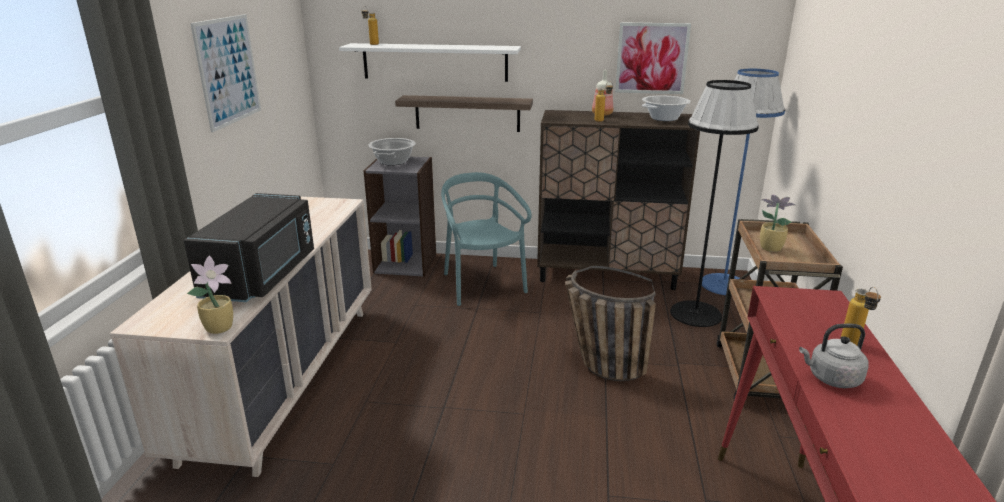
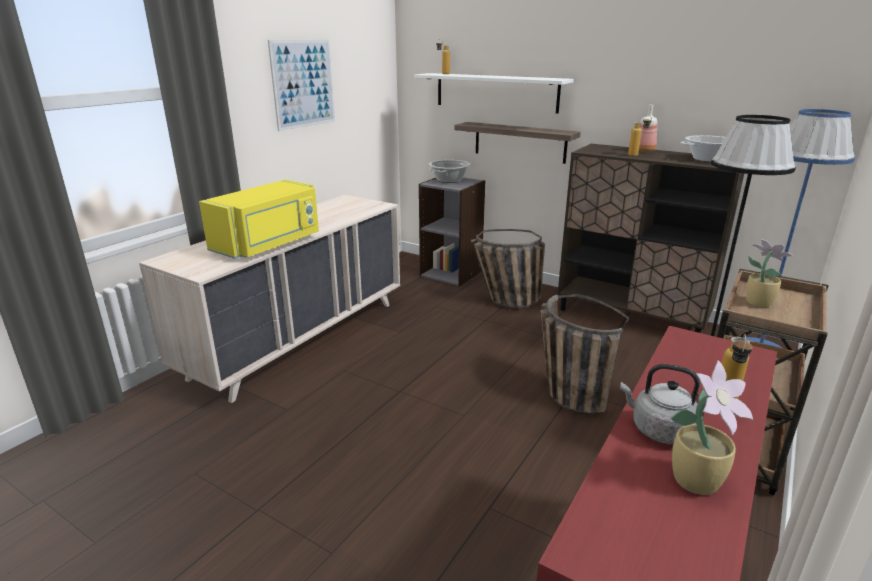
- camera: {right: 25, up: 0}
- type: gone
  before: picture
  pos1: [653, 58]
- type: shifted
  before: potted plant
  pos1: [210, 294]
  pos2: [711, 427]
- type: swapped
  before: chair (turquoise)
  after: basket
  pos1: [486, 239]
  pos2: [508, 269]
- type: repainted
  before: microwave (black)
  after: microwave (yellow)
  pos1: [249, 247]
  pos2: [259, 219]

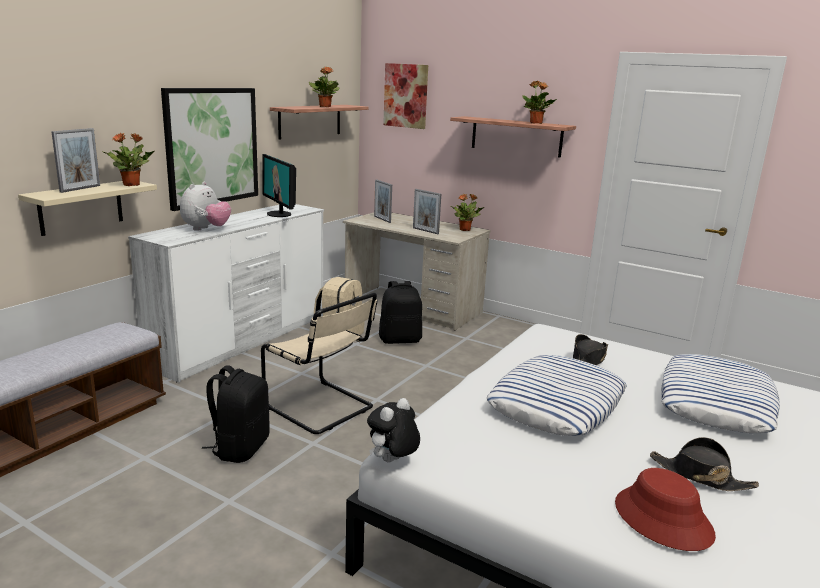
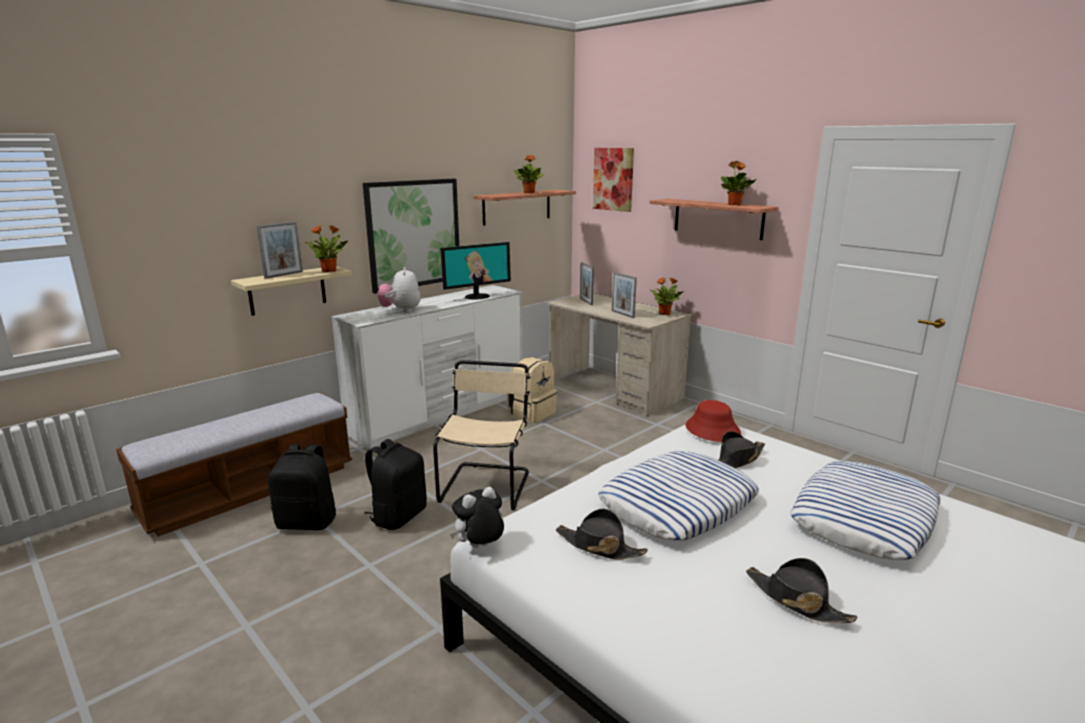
- camera: {right: 15, up: 0}
- type: new
  after: hat (black)
  pos2: [602, 534]
- type: shifted
  before: backpack (black)
  pos1: [400, 312]
  pos2: [302, 487]
- type: shifted
  before: hat (red)
  pos1: [665, 509]
  pos2: [713, 421]
- type: rotated
  before: plush toy
  pos1: [205, 206]
  pos2: [399, 290]
  turn: 135
- type: rotated
  before: chair (beige)
  pos1: [319, 363]
  pos2: [482, 435]
  turn: -135
- type: rotated
  before: monitor
  pos1: [279, 185]
  pos2: [475, 271]
  turn: -105

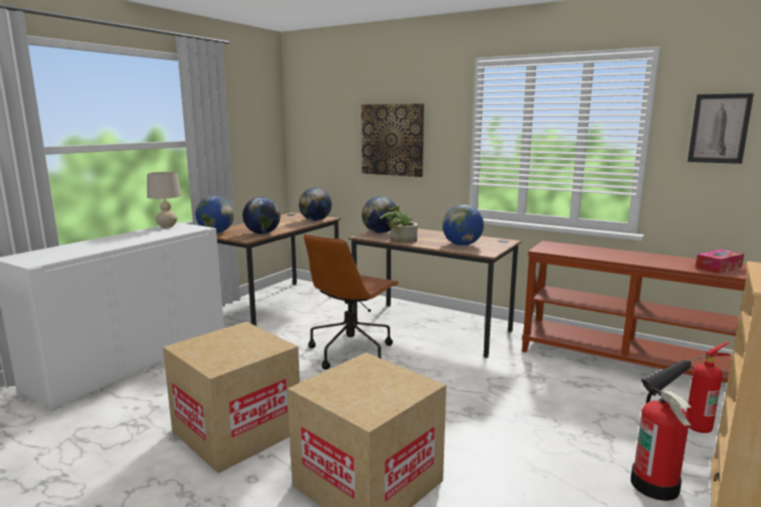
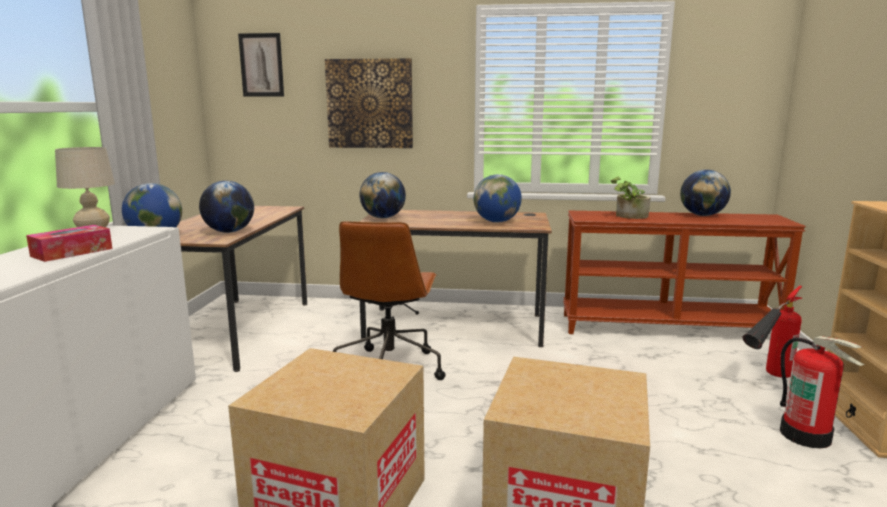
- camera: {right: -25, up: 0}
- type: shifted
  before: globe
  pos1: [315, 204]
  pos2: [705, 193]
- type: shifted
  before: potted plant
  pos1: [399, 224]
  pos2: [631, 197]
- type: shifted
  before: picture
  pos1: [721, 128]
  pos2: [261, 65]
- type: shifted
  before: tissue box
  pos1: [719, 261]
  pos2: [69, 243]

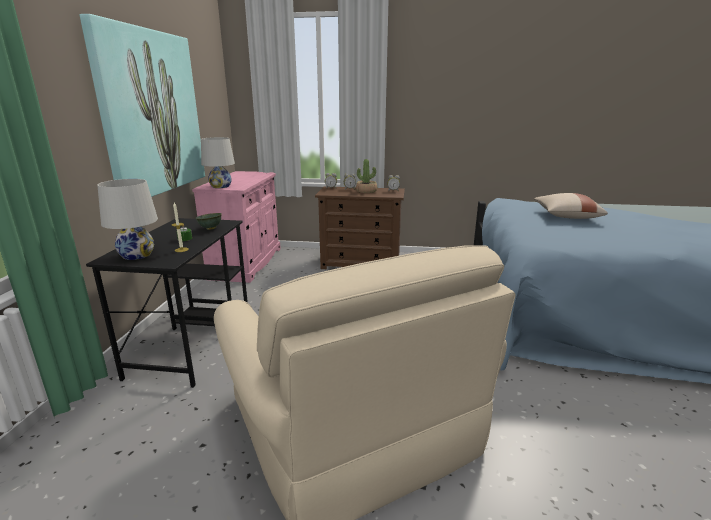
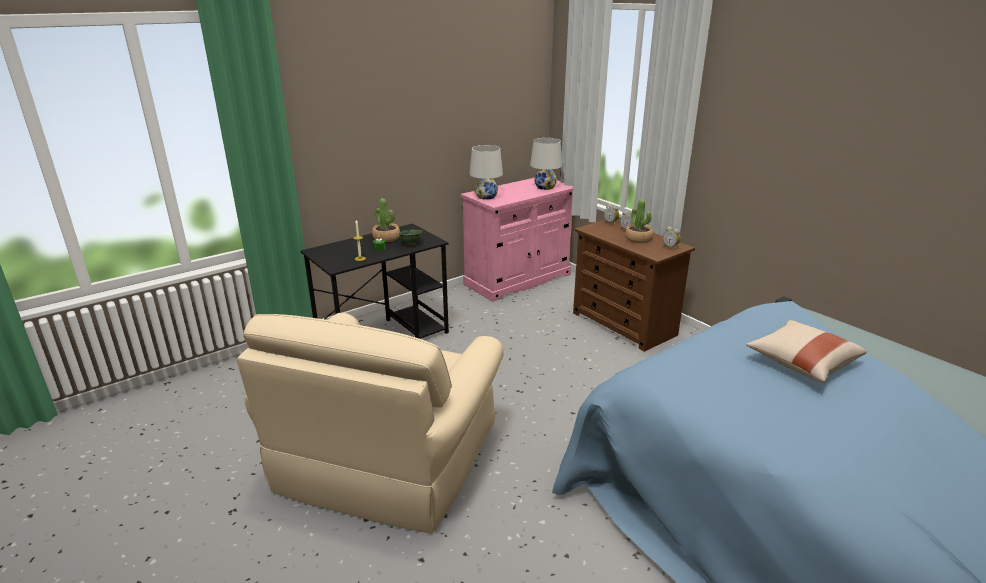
- camera: {right: 45, up: 5}
- type: gone
  before: picture
  pos1: [142, 105]
- type: new
  after: potted plant
  pos2: [386, 220]
- type: shifted
  before: table lamp (white)
  pos1: [127, 219]
  pos2: [546, 164]

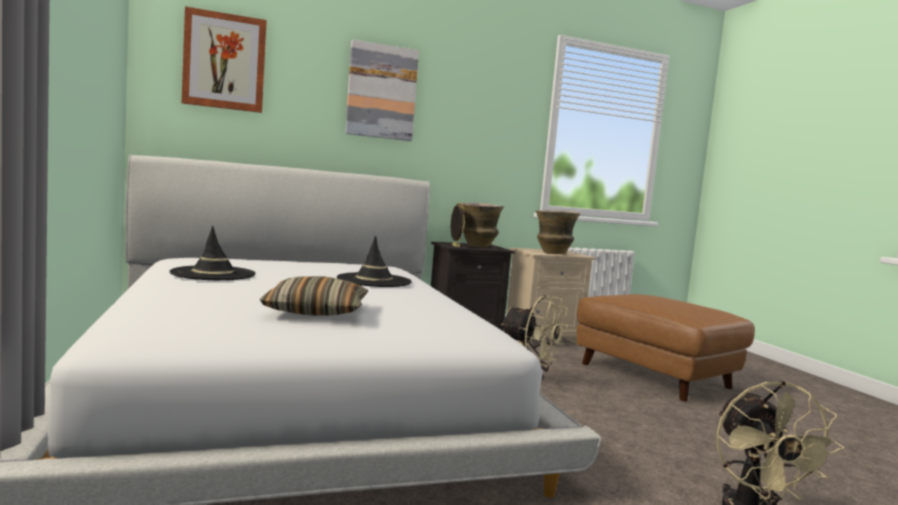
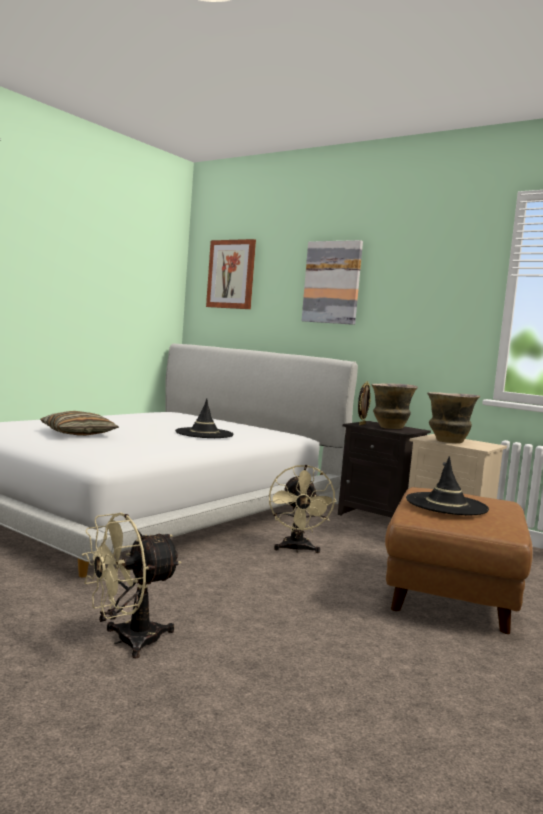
- camera: {right: 55, up: 0}
- type: shifted
  before: hat (black)
  pos1: [212, 253]
  pos2: [447, 485]

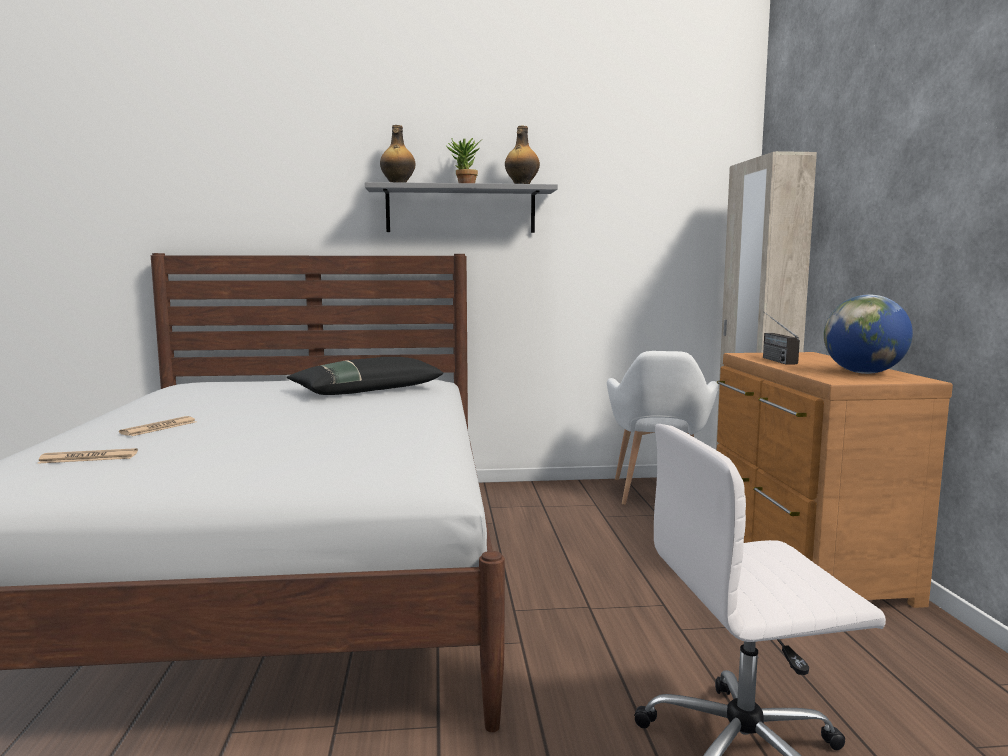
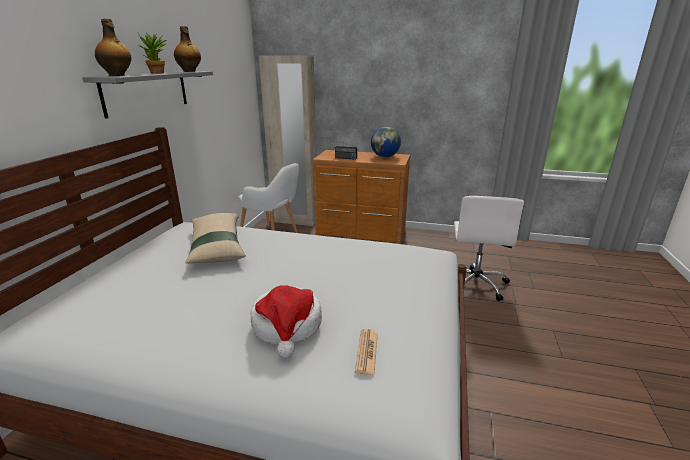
- camera: {right: -70, up: 15}
- type: swapped
  before: newspaper
  after: hat
  pos1: [157, 426]
  pos2: [286, 321]
- type: repainted
  before: pillow (black)
  after: pillow (beige)
  pos1: [365, 376]
  pos2: [215, 238]

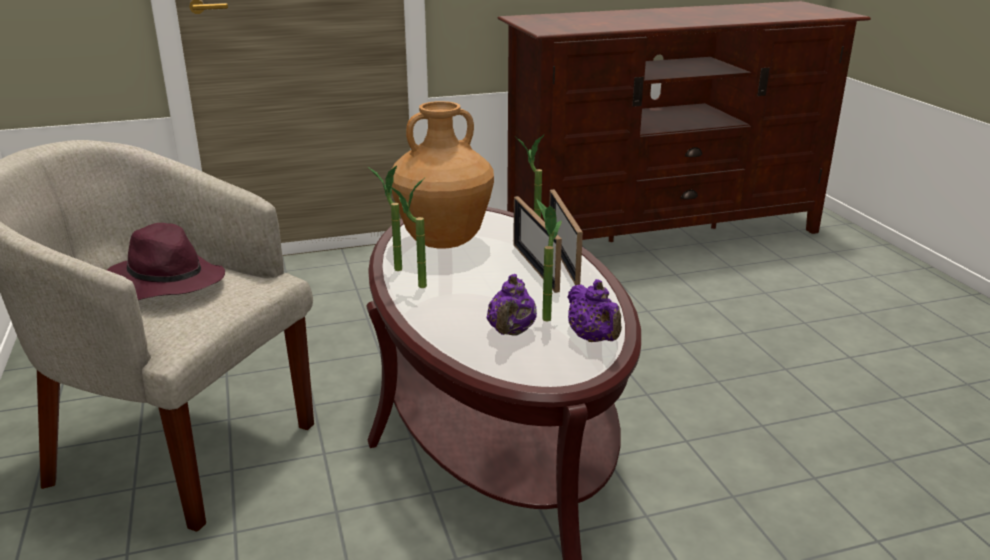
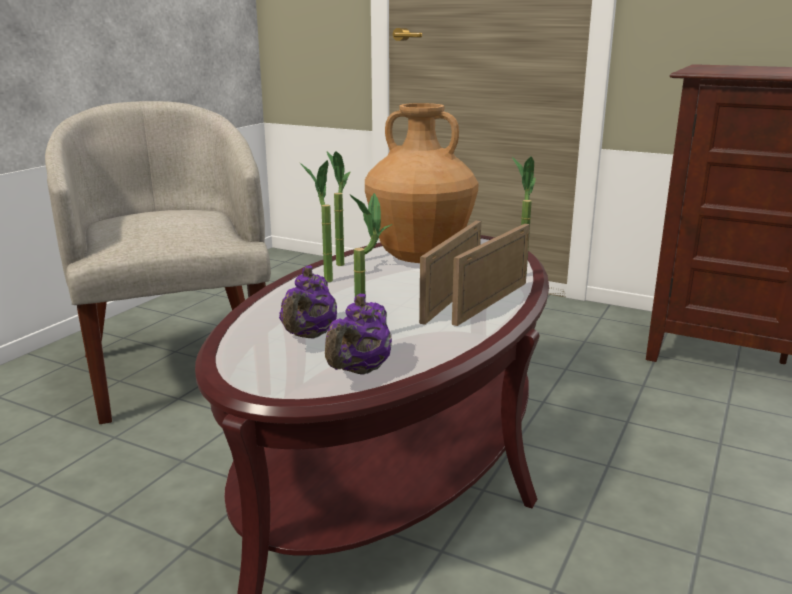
- camera: {right: 45, up: -5}
- type: gone
  before: hat (purple)
  pos1: [166, 261]
- type: rotated
  before: teapot (purple)
  pos1: [511, 305]
  pos2: [308, 302]
  turn: -45

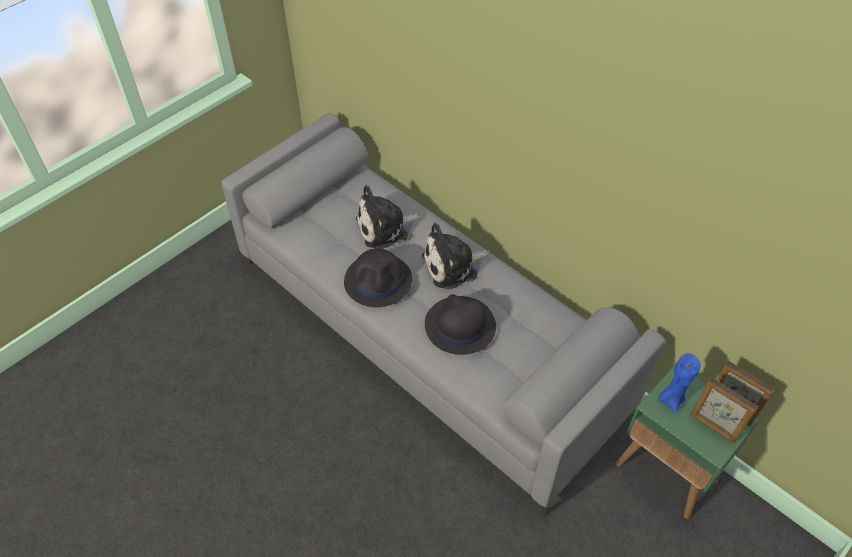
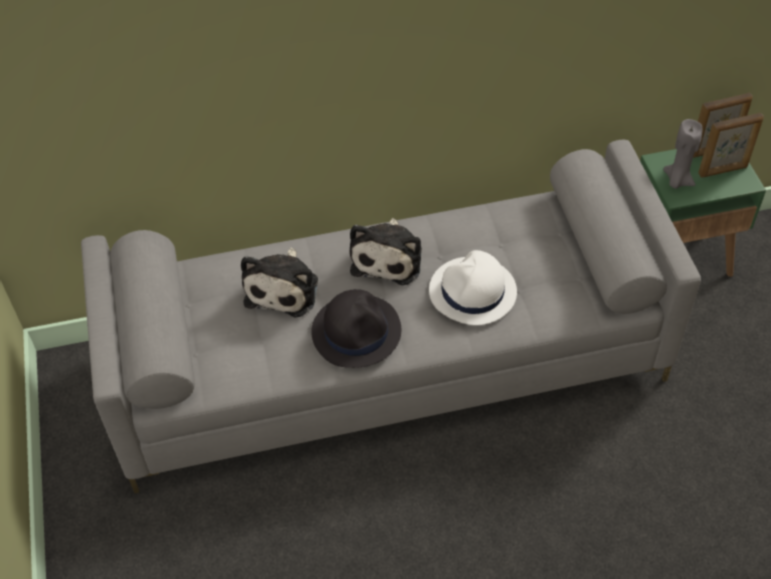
- camera: {right: -55, up: 0}
- type: repainted
  before: hat (black)
  after: hat (white)
  pos1: [460, 324]
  pos2: [473, 287]
- type: repainted
  before: candle (blue)
  after: candle (grey)
  pos1: [679, 383]
  pos2: [682, 154]

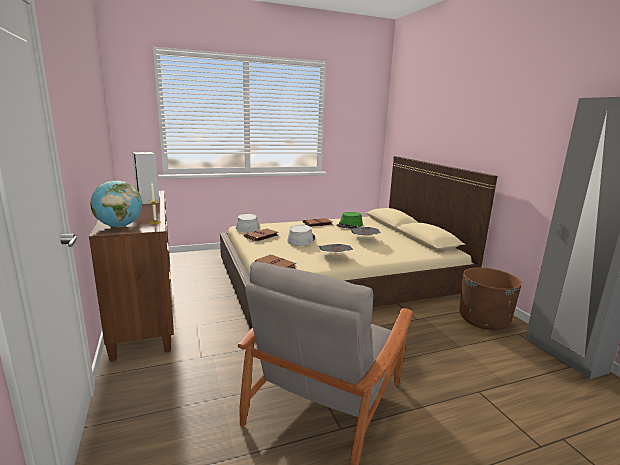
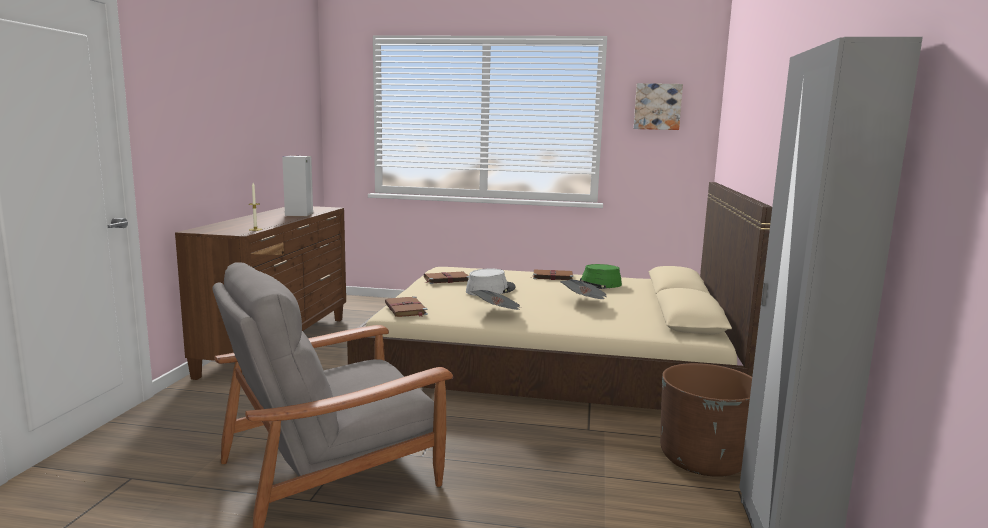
- camera: {right: 30, up: -5}
- type: gone
  before: globe
  pos1: [116, 204]
- type: gone
  before: hat (grey)
  pos1: [248, 222]
- type: new
  after: picture
  pos2: [658, 106]

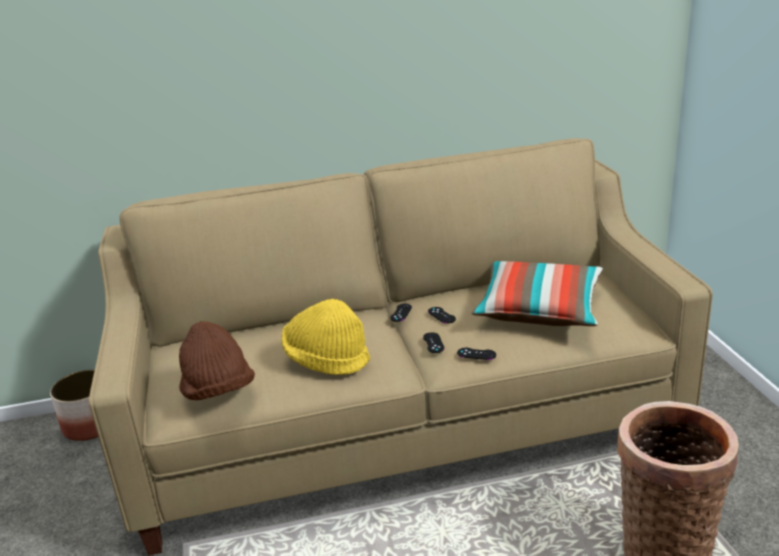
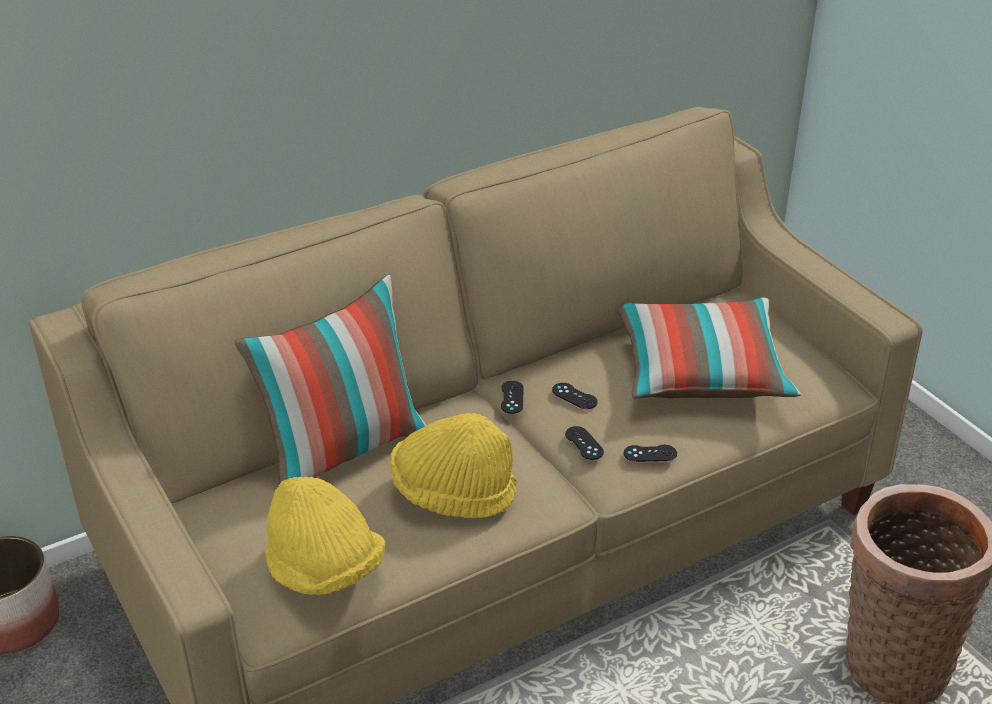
- camera: {right: -20, up: 10}
- type: new
  after: pillow
  pos2: [330, 379]
- type: repainted
  before: hat (brown)
  after: hat (yellow)
  pos1: [217, 360]
  pos2: [325, 536]

